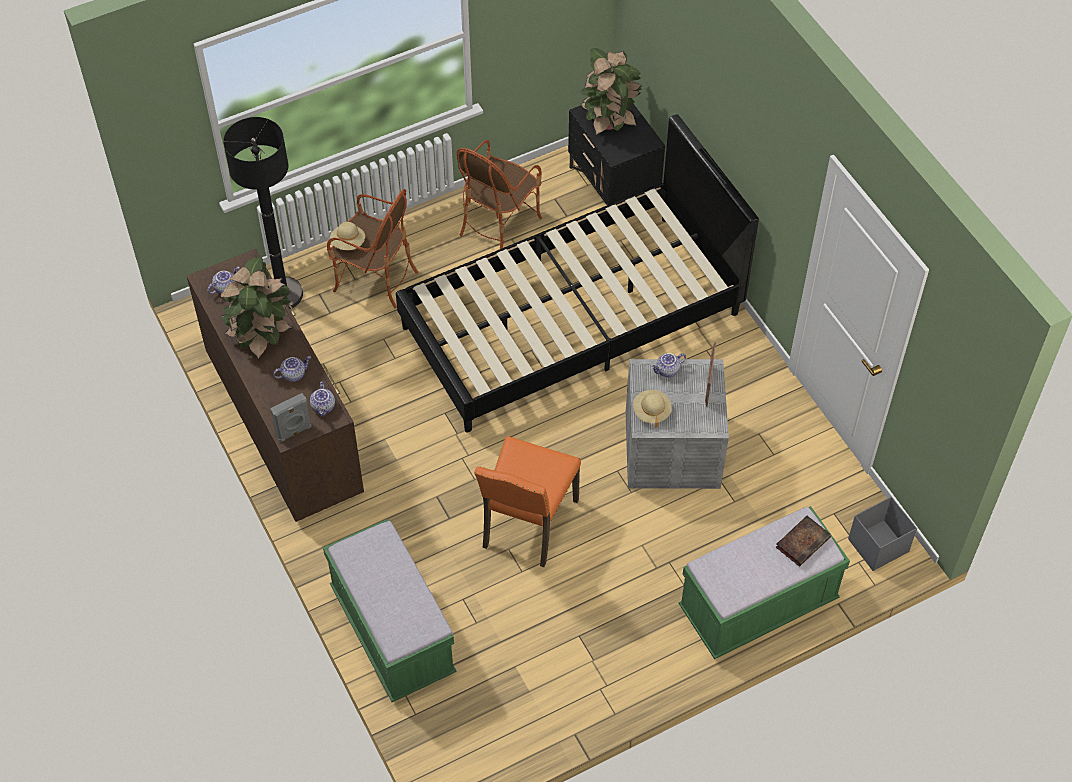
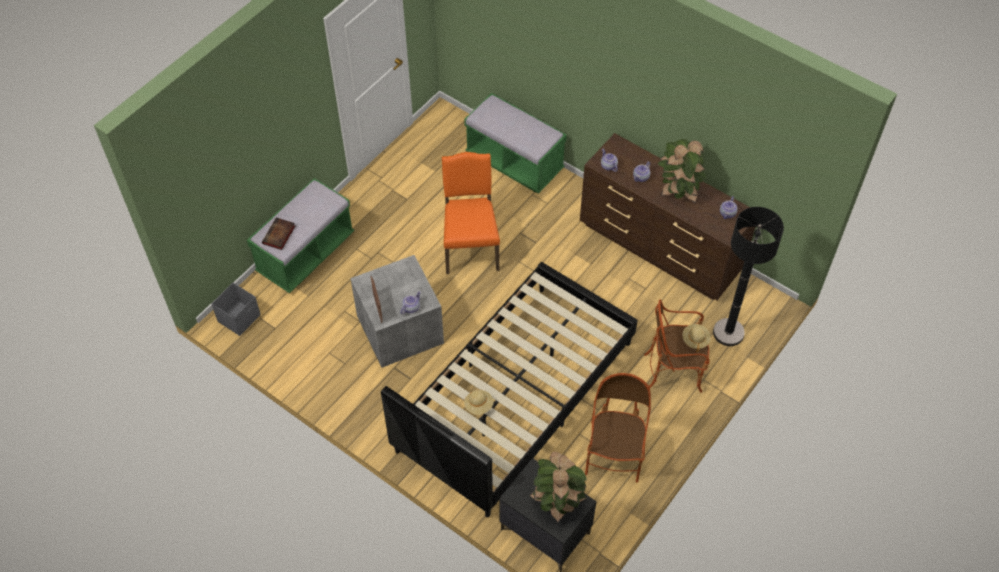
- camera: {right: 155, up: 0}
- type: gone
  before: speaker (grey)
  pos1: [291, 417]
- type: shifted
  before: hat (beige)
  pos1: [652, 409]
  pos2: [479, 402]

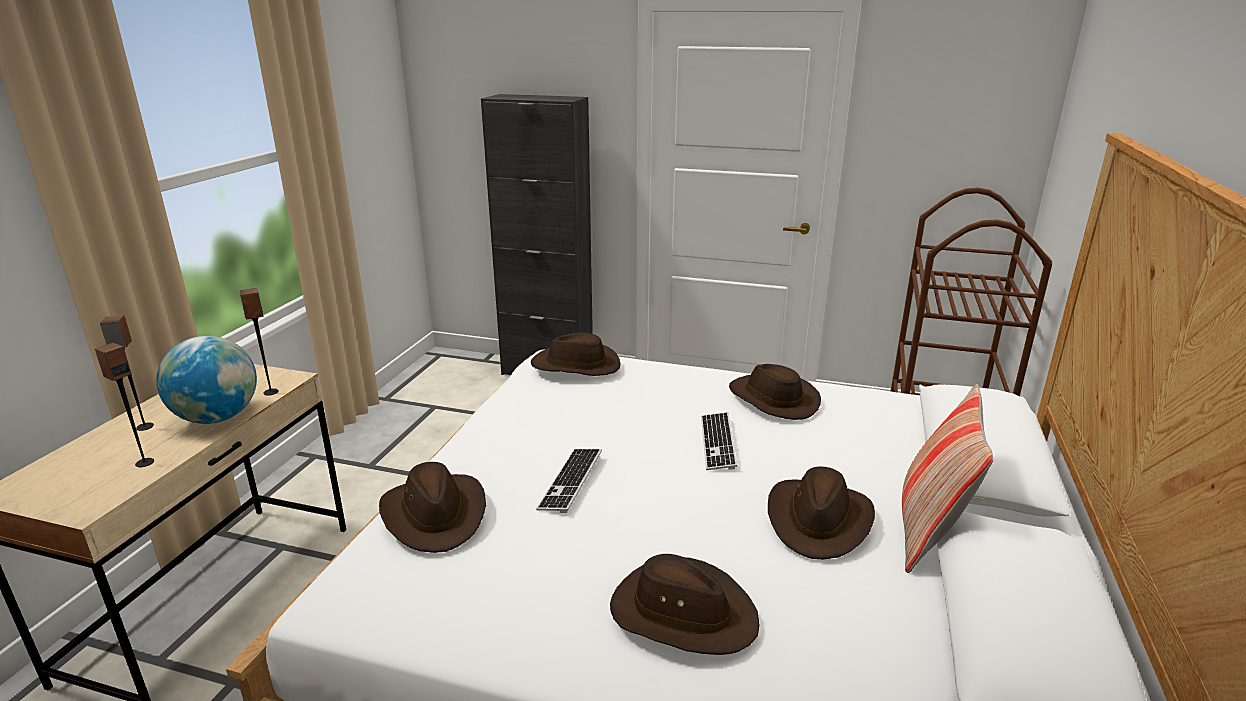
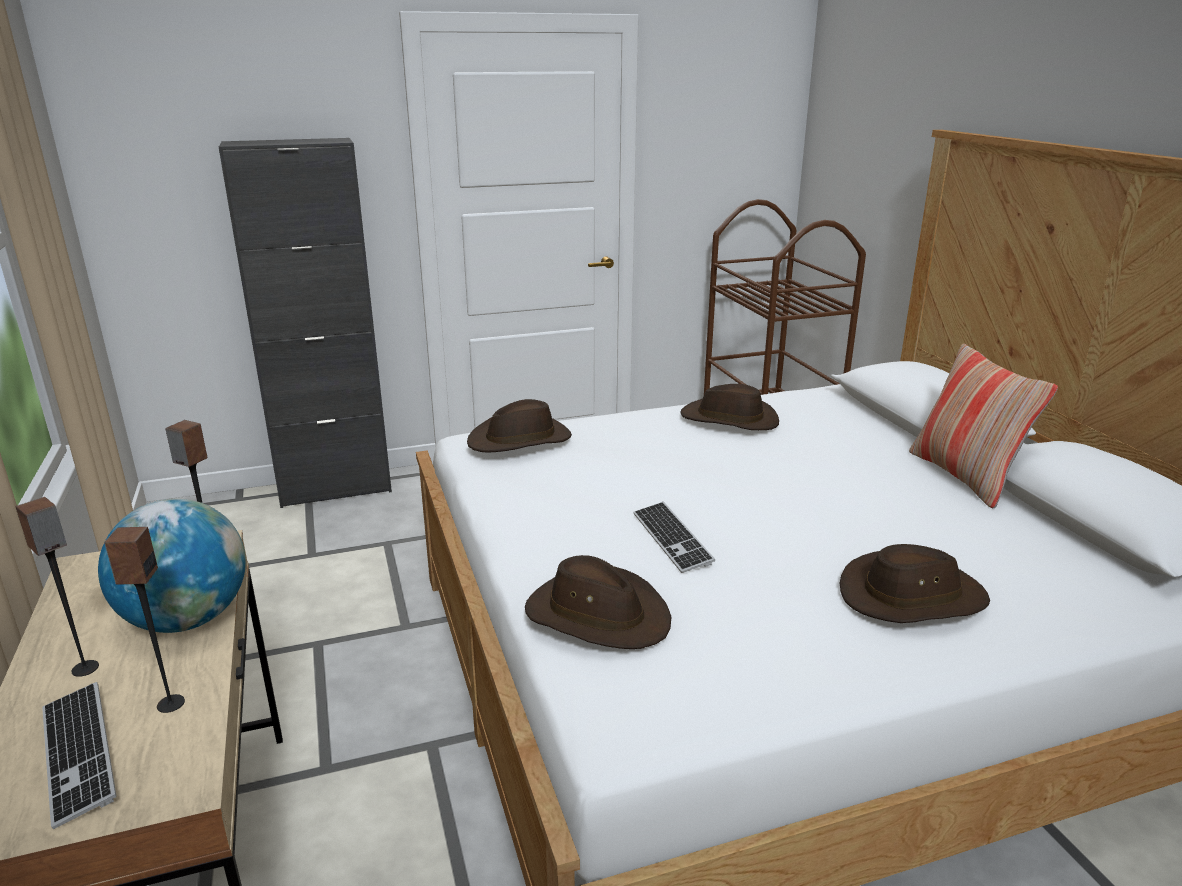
- camera: {right: -35, up: 0}
- type: gone
  before: hat (brown)
  pos1: [821, 513]
- type: shifted
  before: keyboard
  pos1: [719, 441]
  pos2: [79, 755]

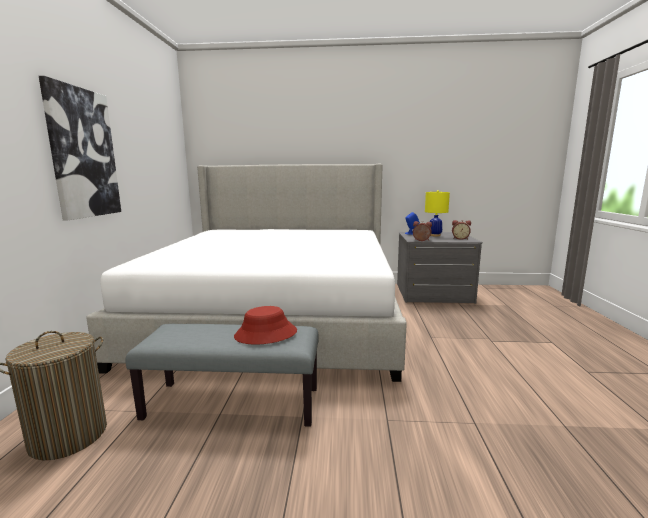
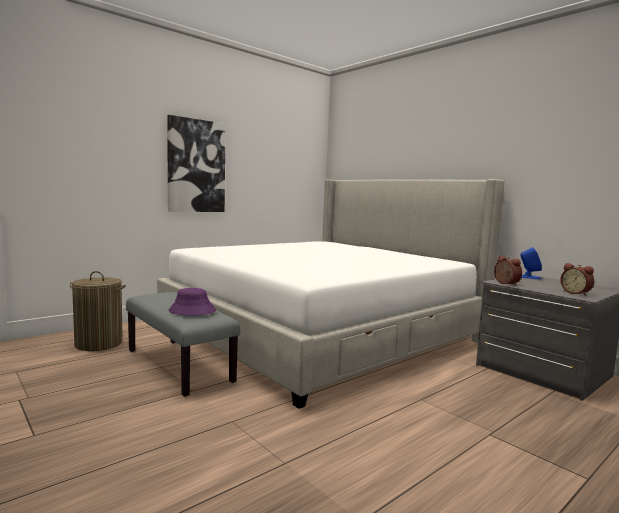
- camera: {right: 45, up: -5}
- type: gone
  before: table lamp (yellow)
  pos1: [437, 213]
- type: repainted
  before: hat (red)
  after: hat (purple)
  pos1: [265, 325]
  pos2: [192, 302]

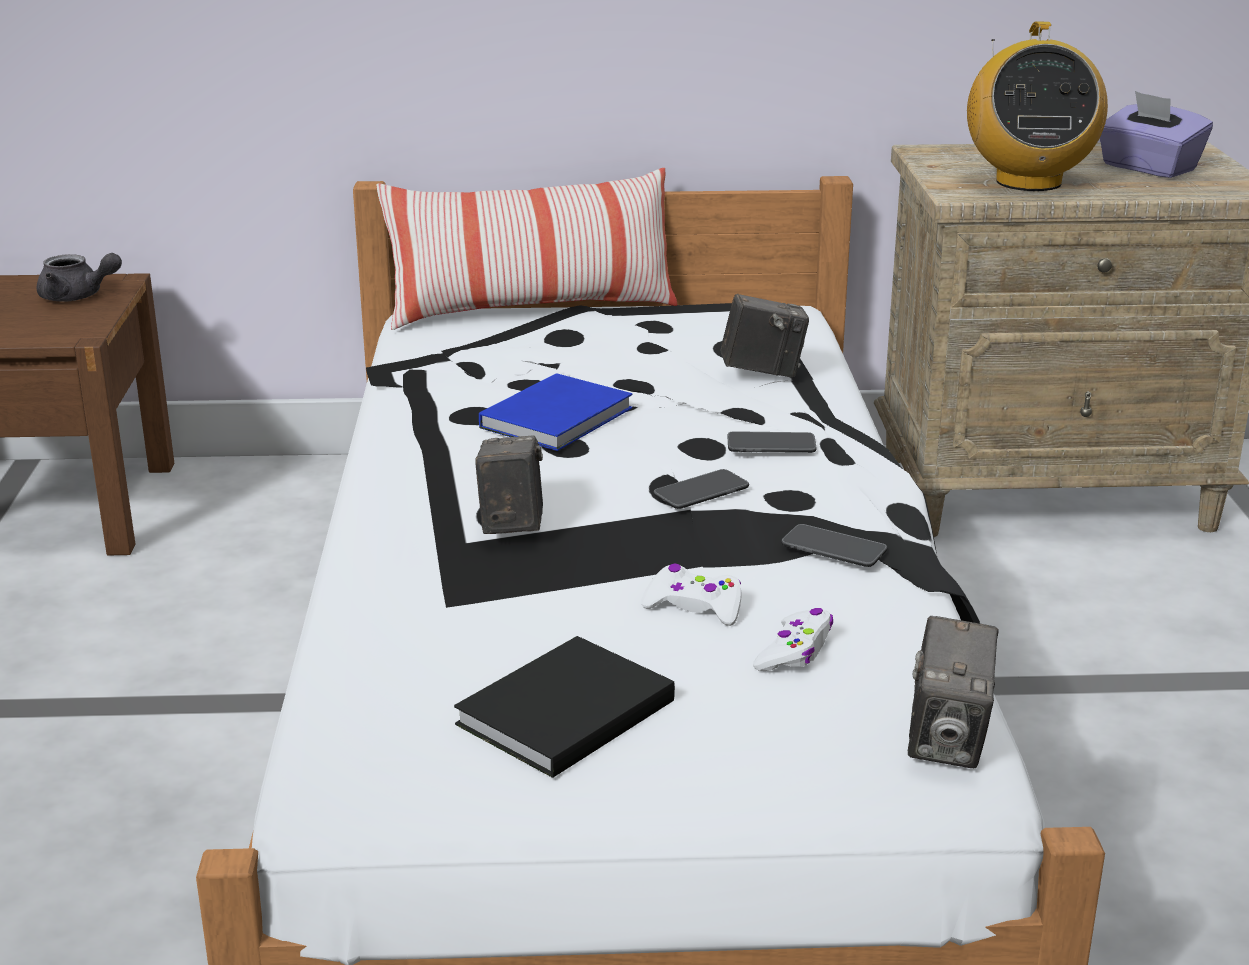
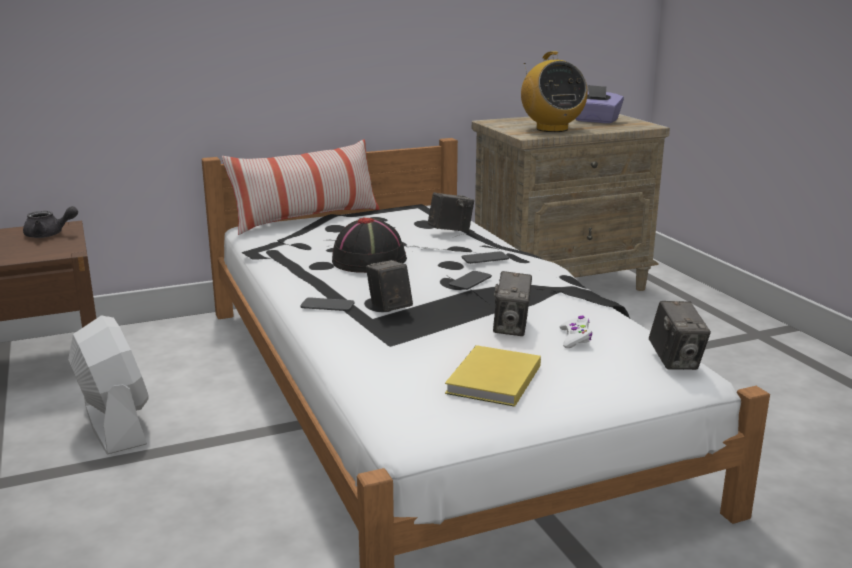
- camera: {right: -20, up: -5}
- type: new
  after: fan (white)
  pos2: [108, 385]
- type: shifted
  before: phone
  pos1: [834, 545]
  pos2: [327, 304]
- type: swapped
  before: book (blue)
  after: hat (black)
  pos1: [555, 412]
  pos2: [369, 245]
- type: swapped
  before: game controller (white)
  after: photo camera
  pos1: [691, 594]
  pos2: [512, 303]
- type: repainted
  before: book (black)
  after: book (yellow)
  pos1: [564, 707]
  pos2: [493, 376]

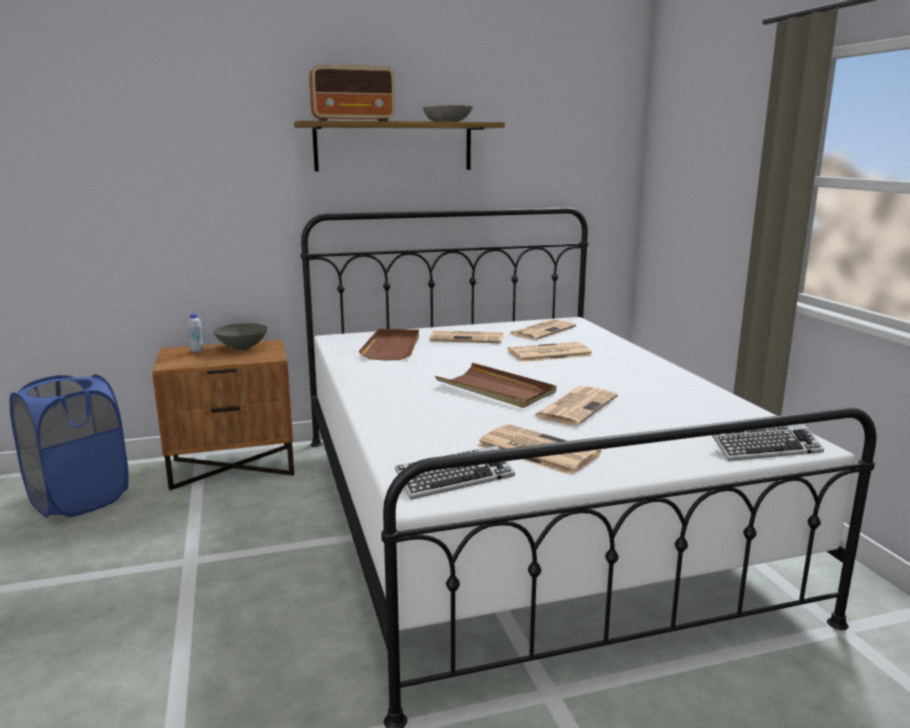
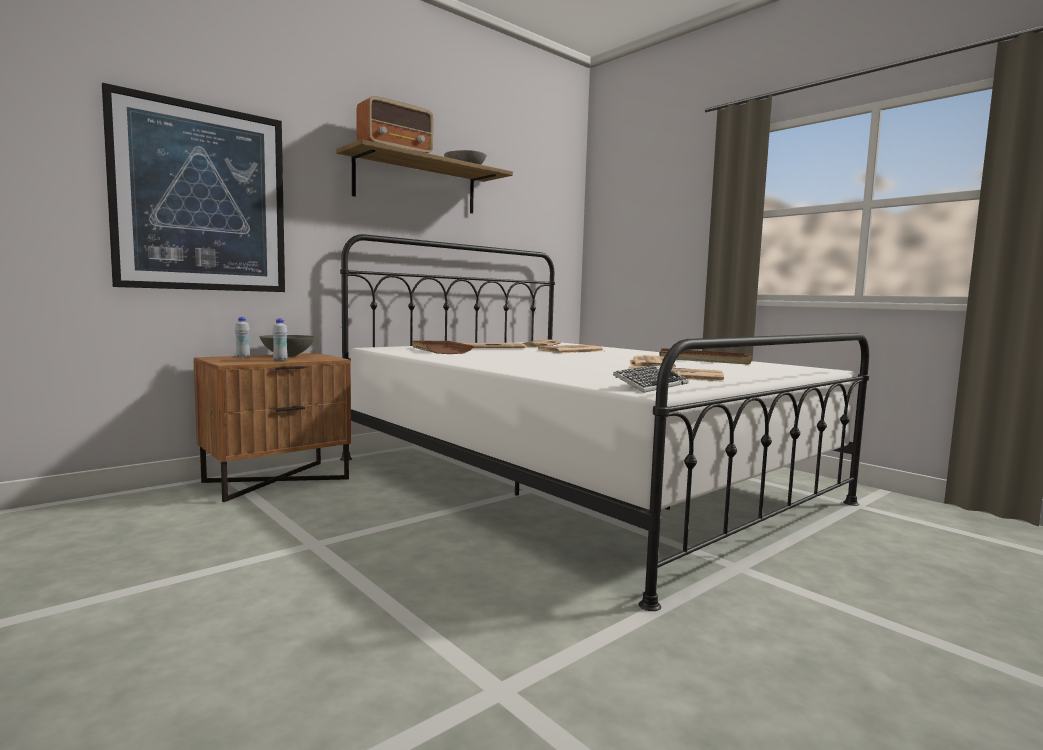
- camera: {right: -25, up: -10}
- type: gone
  before: laundry basket (blue)
  pos1: [69, 446]
- type: gone
  before: keyboard
  pos1: [768, 442]
- type: new
  after: picture
  pos2: [193, 187]
- type: new
  after: bottle (white)
  pos2: [280, 339]
- type: shifted
  before: tray (brown)
  pos1: [495, 385]
  pos2: [706, 356]

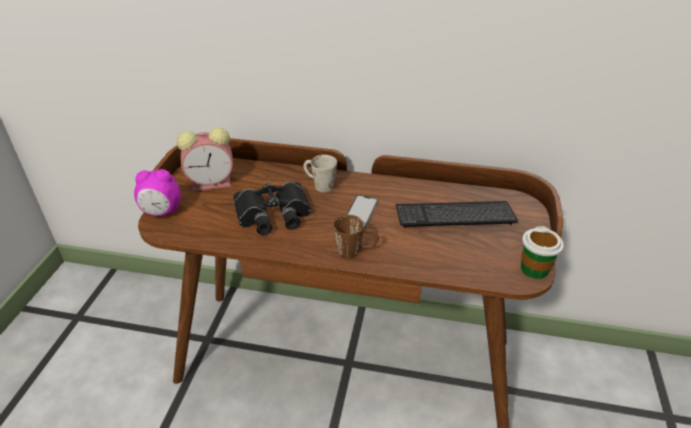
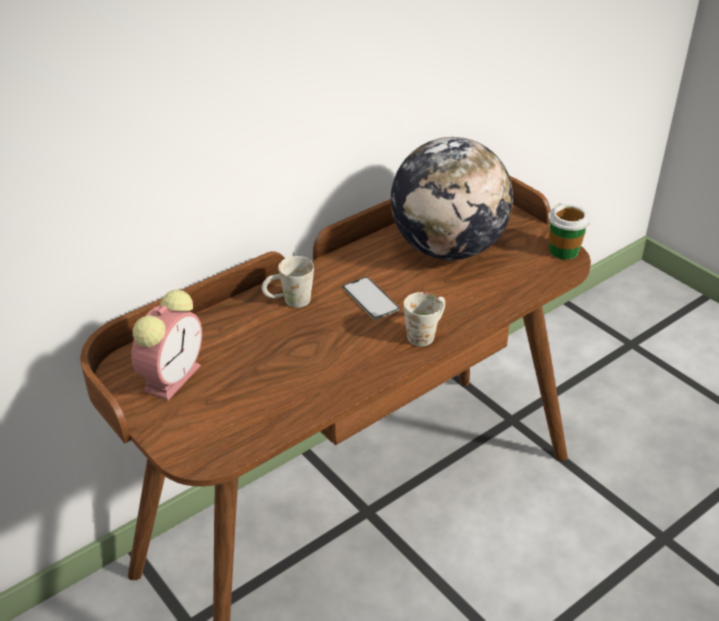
- camera: {right: -50, up: 0}
- type: gone
  before: alarm clock
  pos1: [157, 192]
- type: gone
  before: binoculars (black)
  pos1: [272, 208]
- type: swapped
  before: keyboard
  after: globe
  pos1: [456, 214]
  pos2: [452, 198]
- type: repainted
  before: mug (brown)
  after: mug (white)
  pos1: [356, 236]
  pos2: [424, 319]

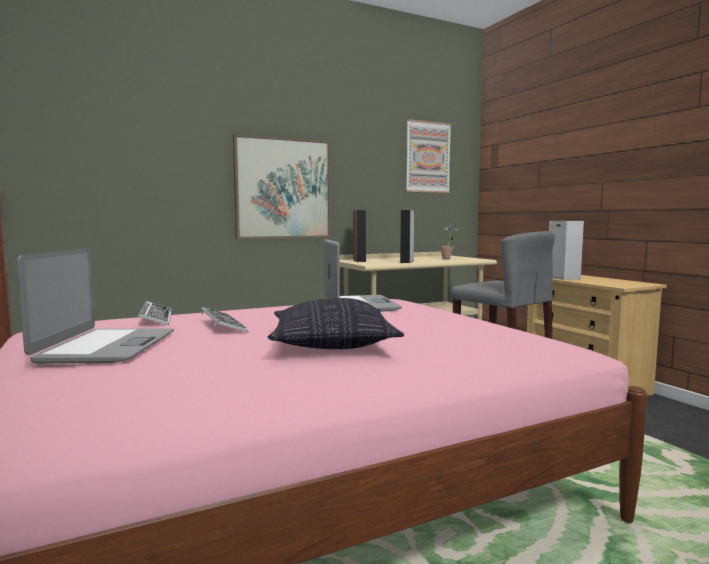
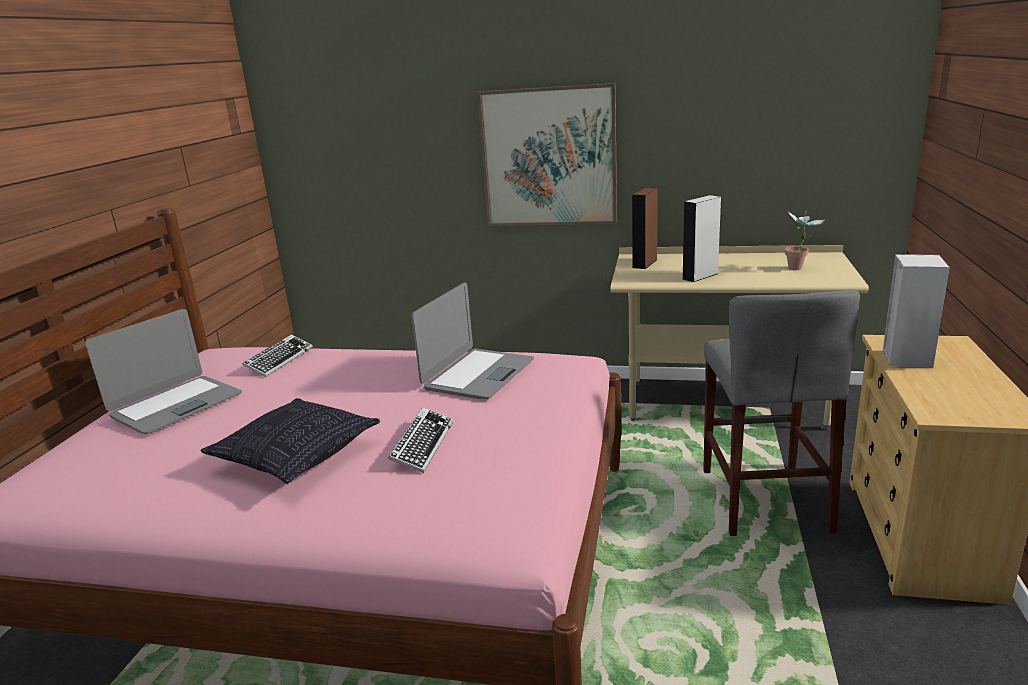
- camera: {right: 40, up: 15}
- type: gone
  before: picture
  pos1: [428, 156]
- type: shifted
  before: keyboard
  pos1: [224, 320]
  pos2: [420, 440]

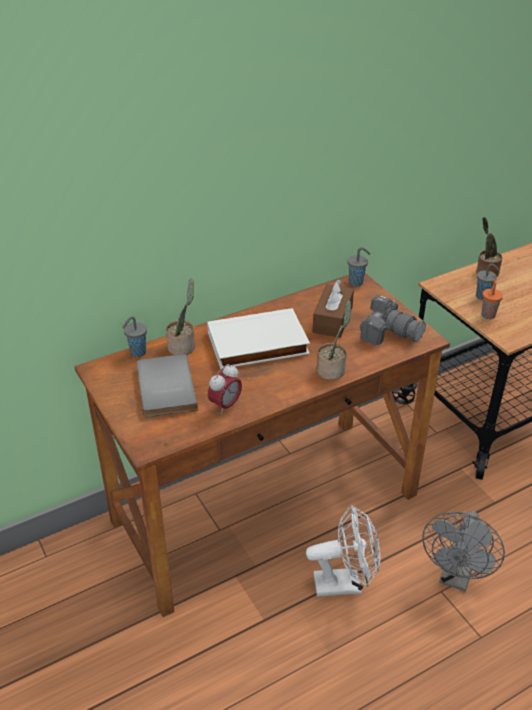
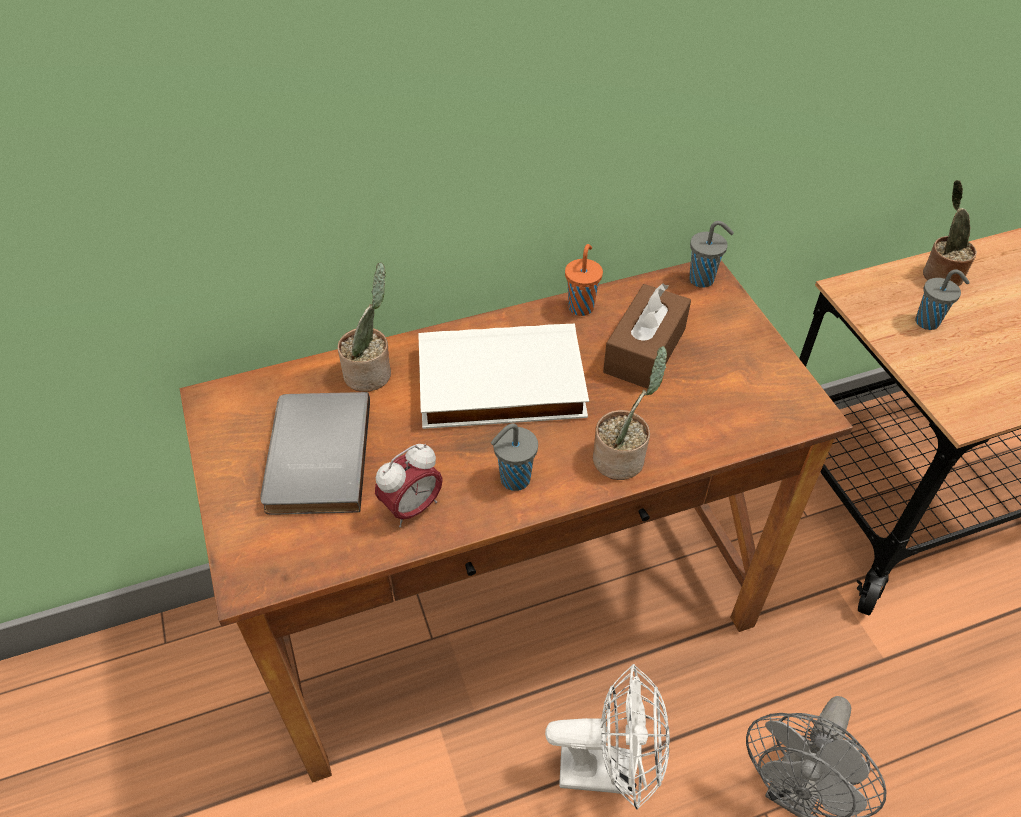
- camera: {right: 10, up: 10}
- type: gone
  before: photo camera
  pos1: [393, 320]
- type: shifted
  before: cup (grey)
  pos1: [134, 336]
  pos2: [514, 457]
- type: shifted
  before: cup (orange)
  pos1: [492, 299]
  pos2: [584, 280]

